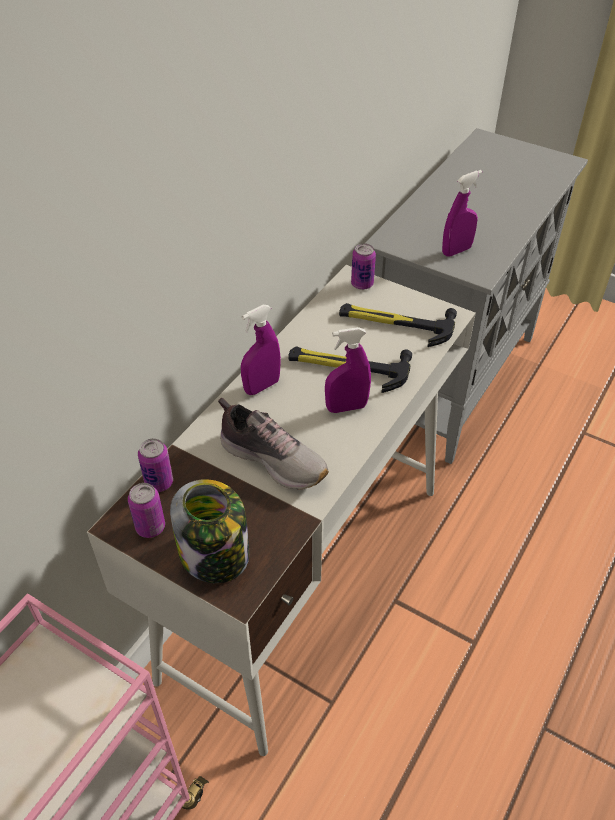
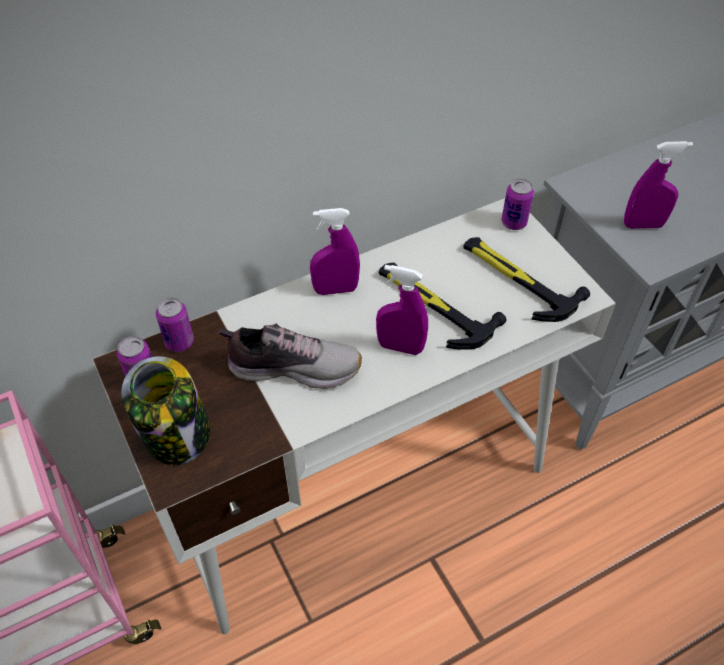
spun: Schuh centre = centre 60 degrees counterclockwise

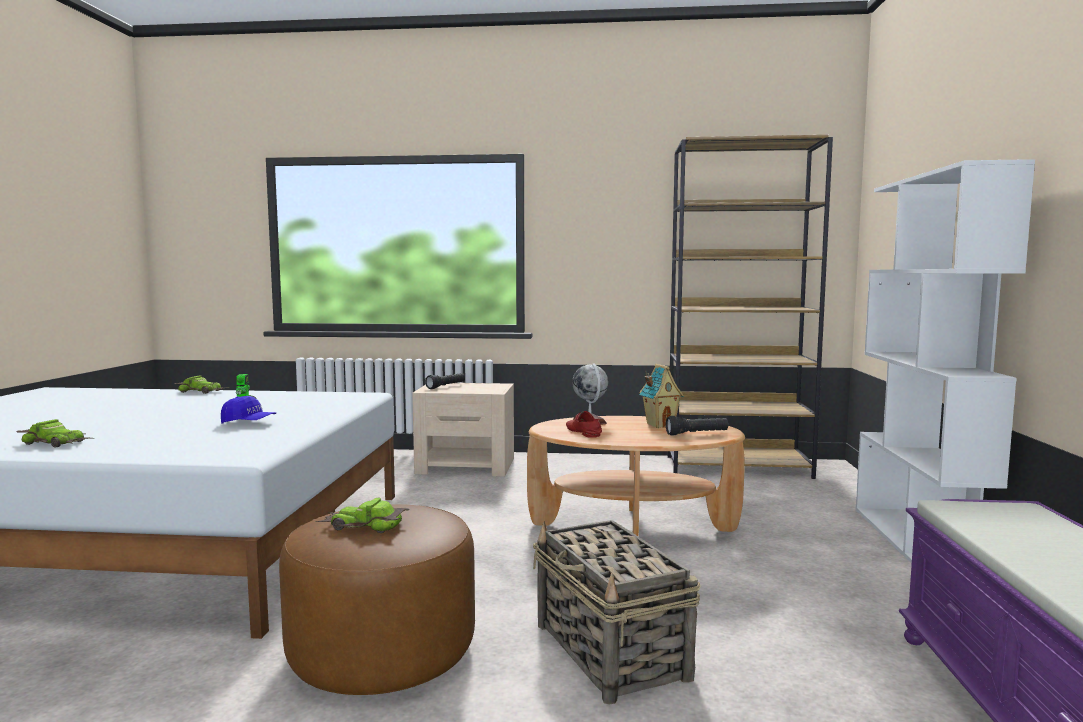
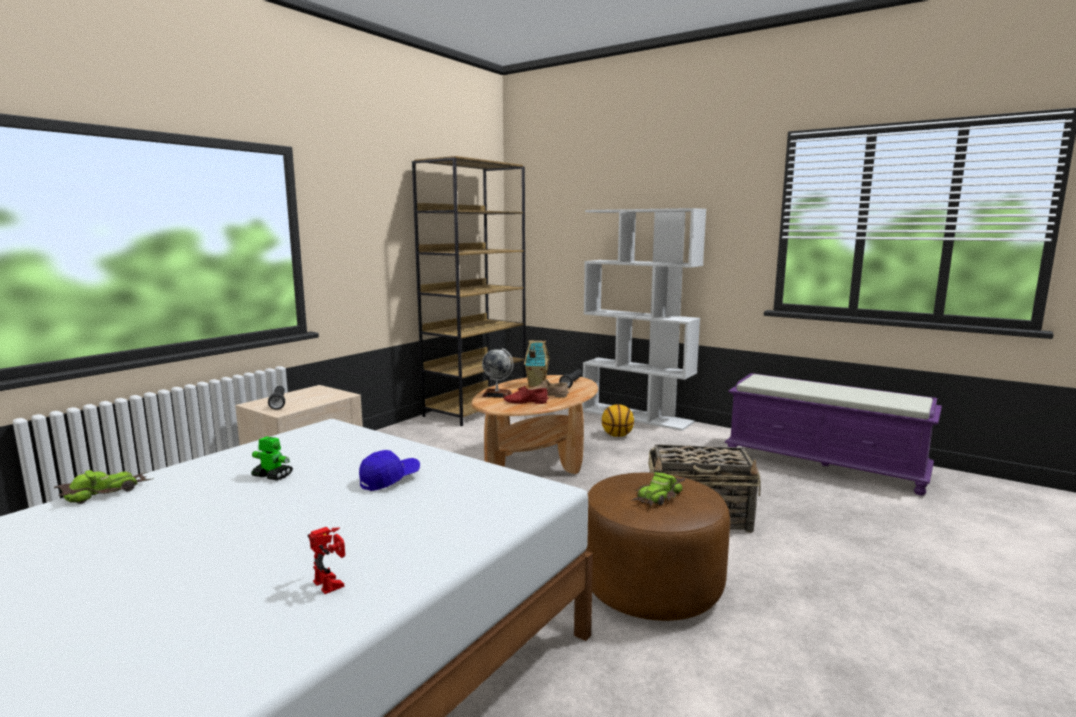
appeared: Schuh/beige centre; Basketball centre
exchanged: Spielzeugauto (no. 1 from left) middle left to Spielzeugroboter (no. 2 from left) bottom left

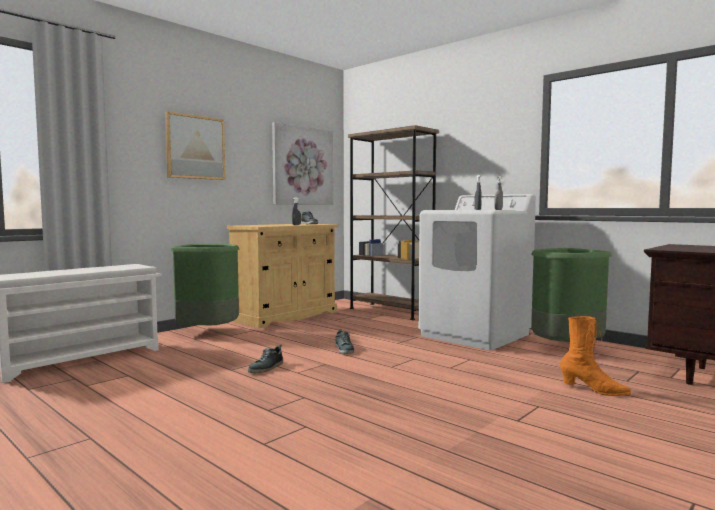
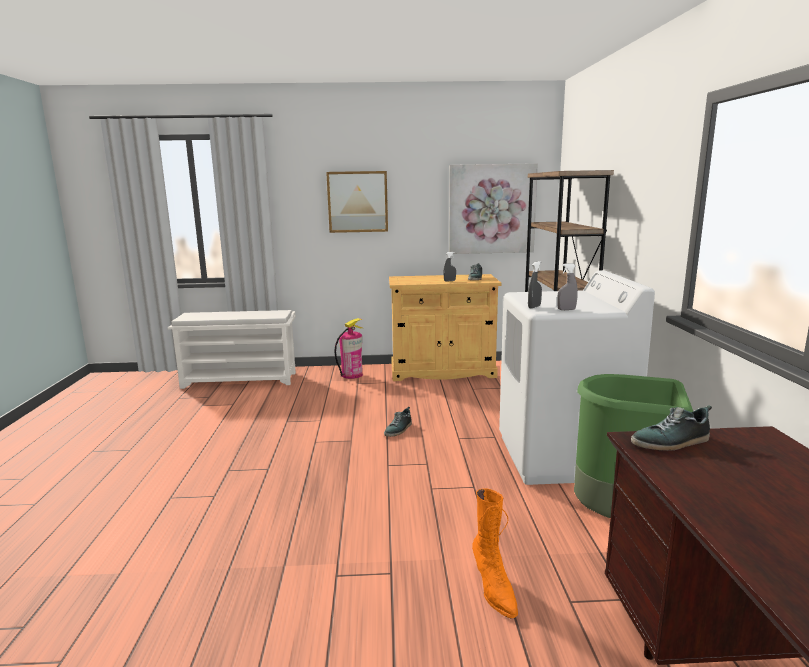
relocated: Schuh (no. 1 from left in the first image) bottom centre to Schuh (no. 3 from left) middle right
exchanged: Mülleimer/grün (no. 1 from left) middle left to Feuerlöscher centre

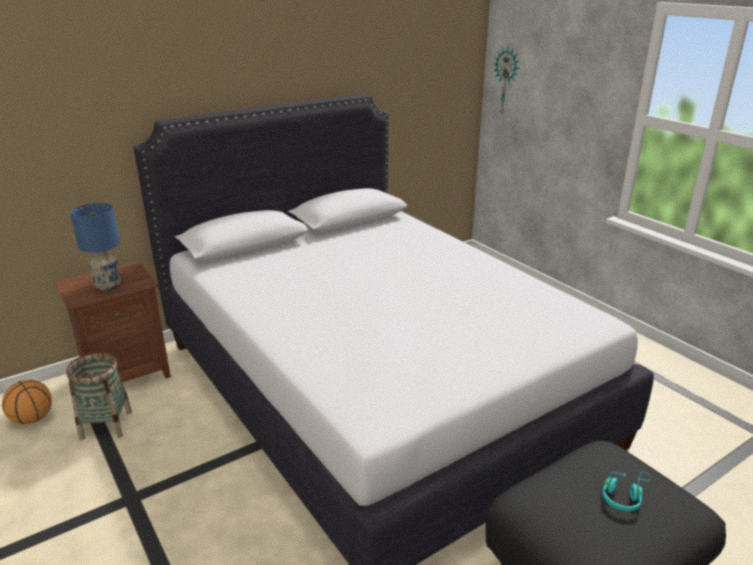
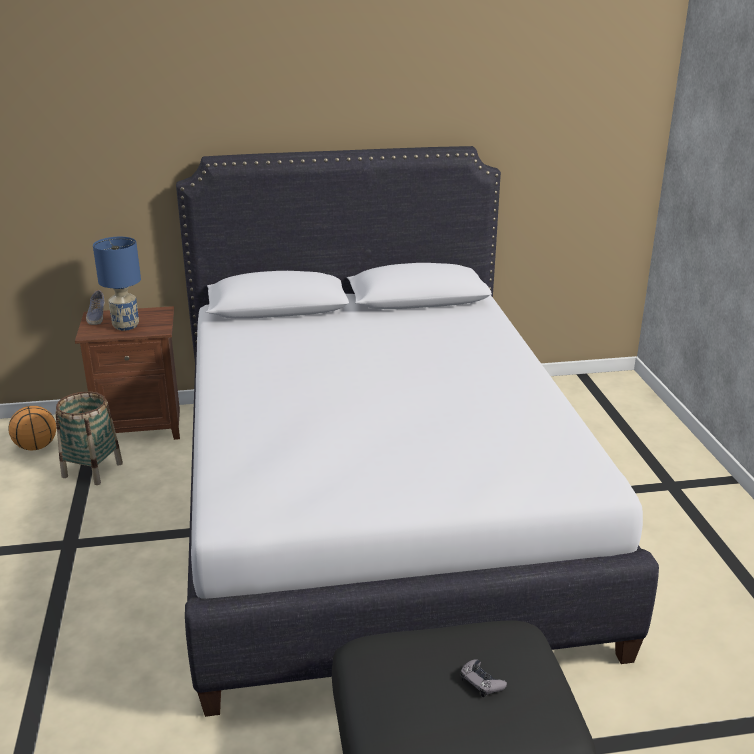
missing: Wanduhr top right
appeared: Schuh middle left
exchanged: Kopfhörer/türkis bottom right to Gamepad/grau bottom centre

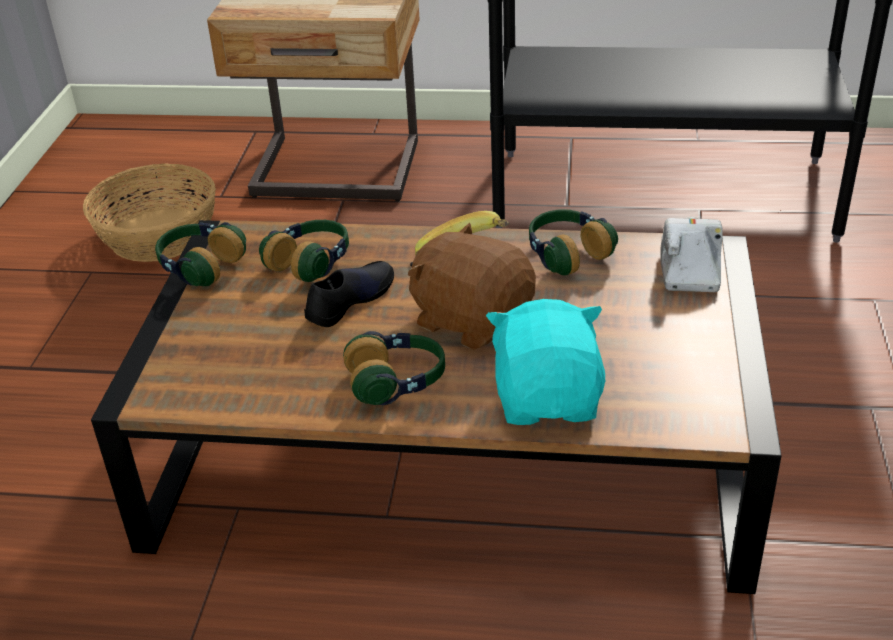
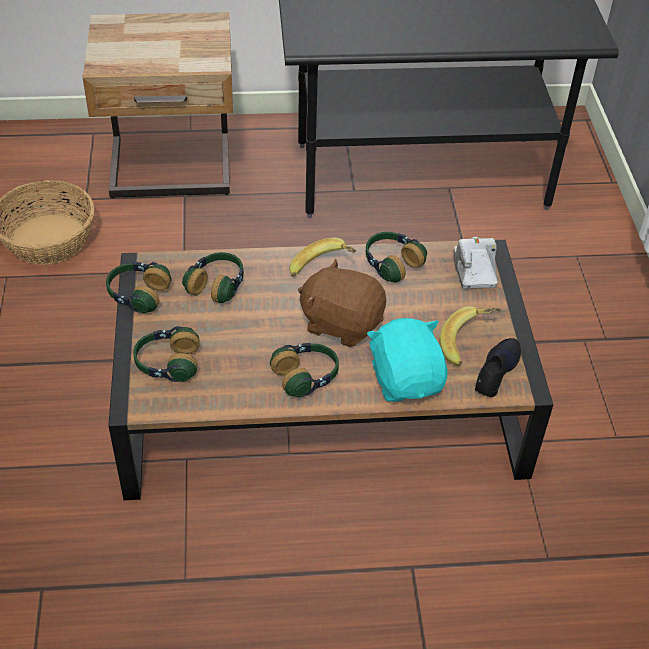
appeared: Kopfhörer (no. 2 from left) middle left; Banane (no. 2 from left) middle right
relocated: Schuh/schwarz centre to middle right

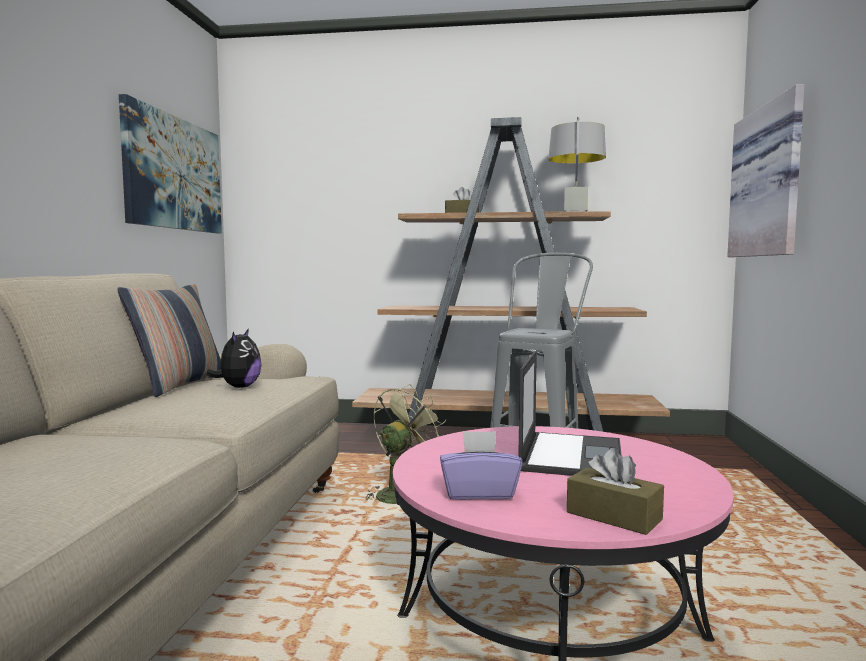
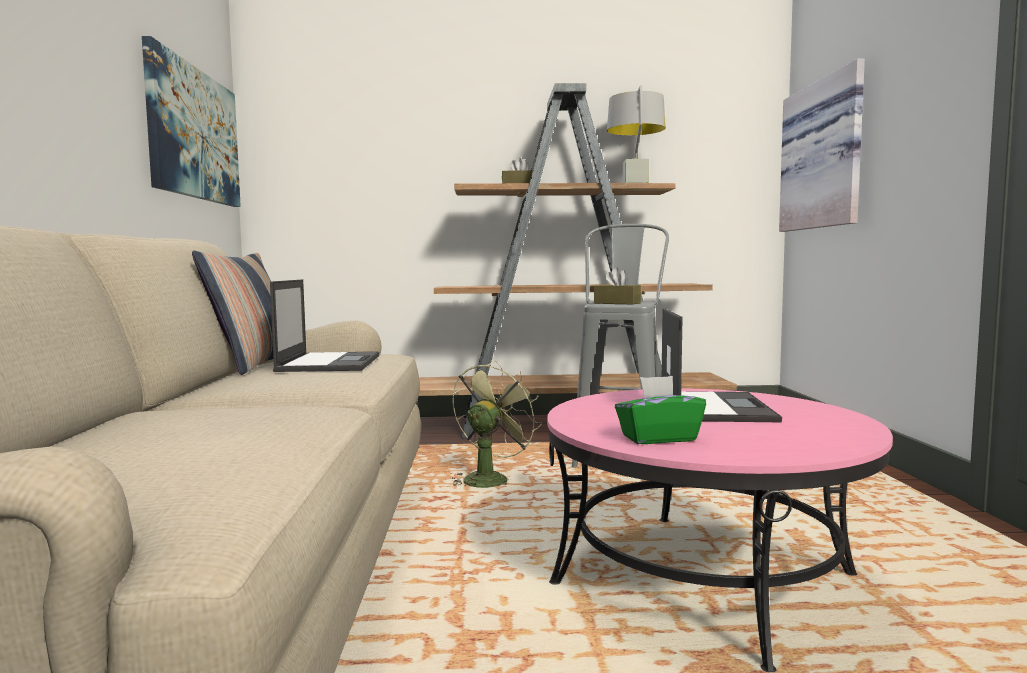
relocated: Taschentuchbox/braun (no. 2 from left) bottom right to centre
exchanged: Plüschtier middle left to Laptop (no. 1 from left) middle left
colour: Taschentuchbox/lila bottom centre to Taschentuchbox/grün centre

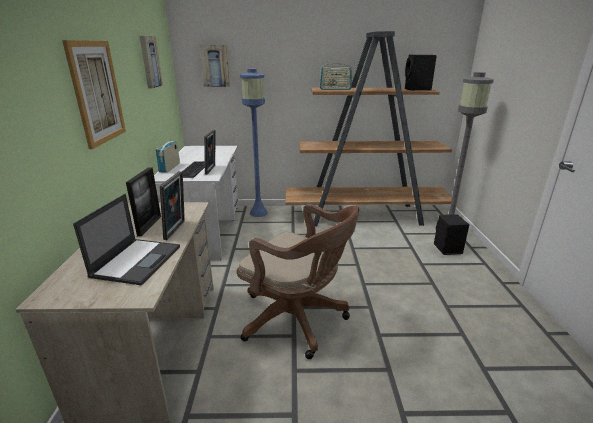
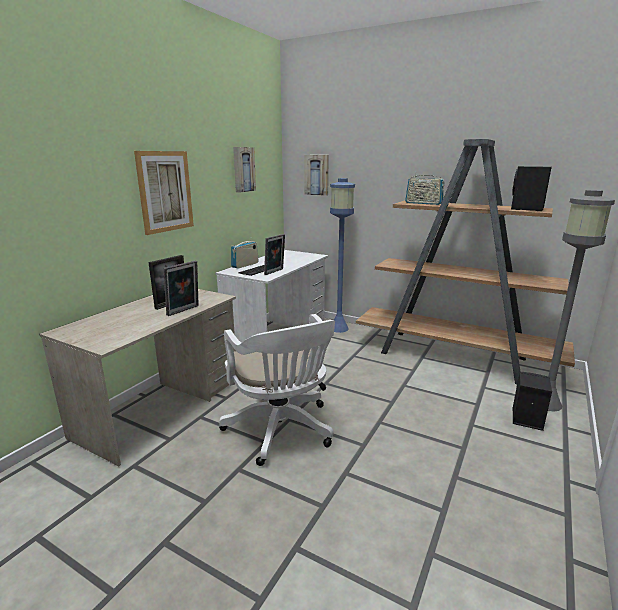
missing: Laptop middle left
colour: Bürostuhl/braun centre to Bürostuhl/weiß centre

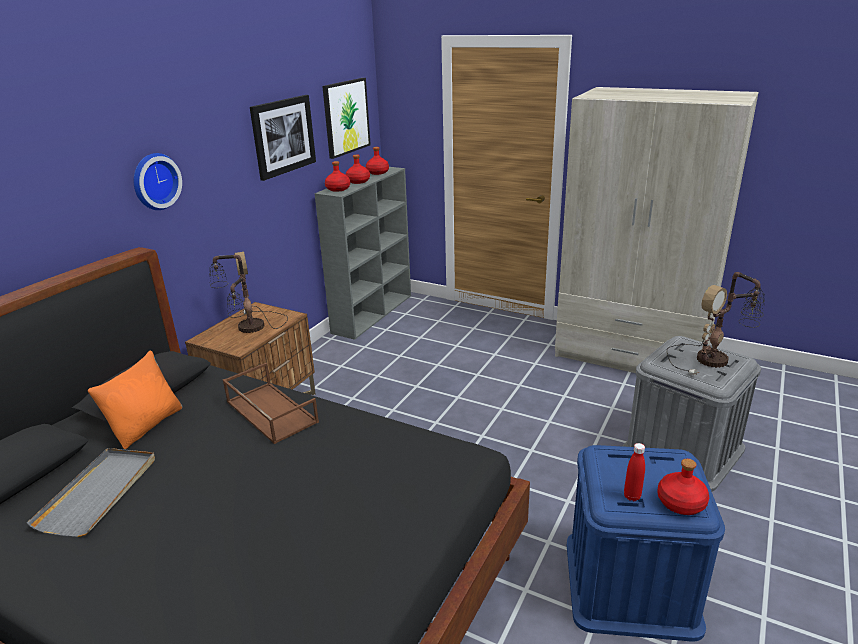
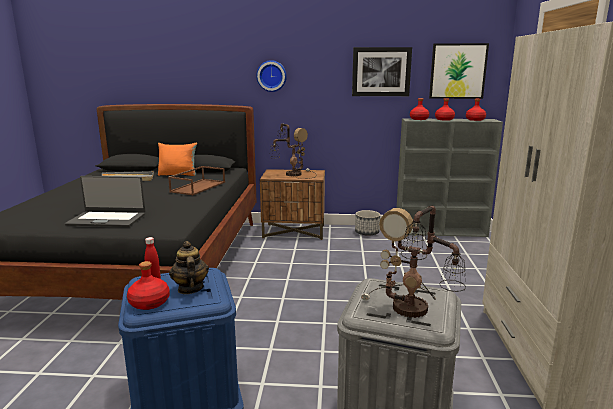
appeared: Laptop middle left; Teekanne middle left; Pflanzkübel centre

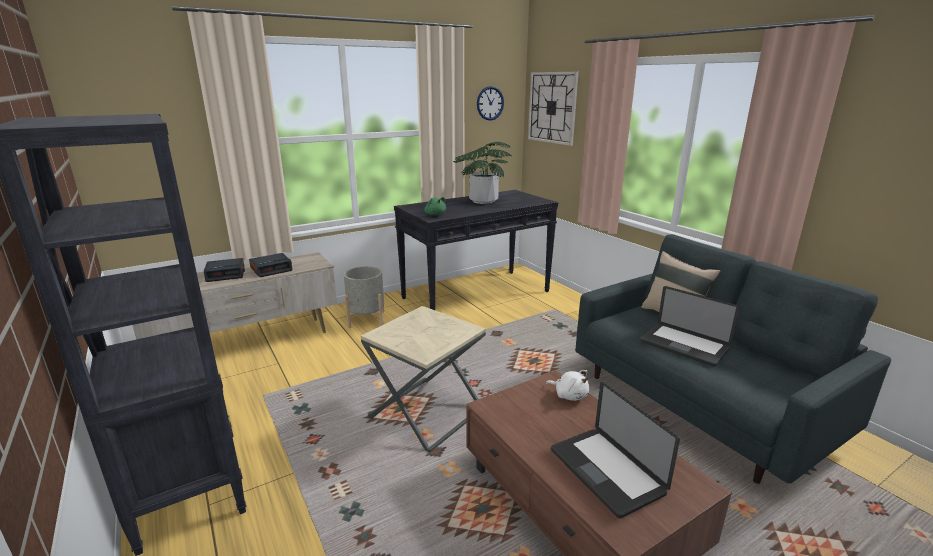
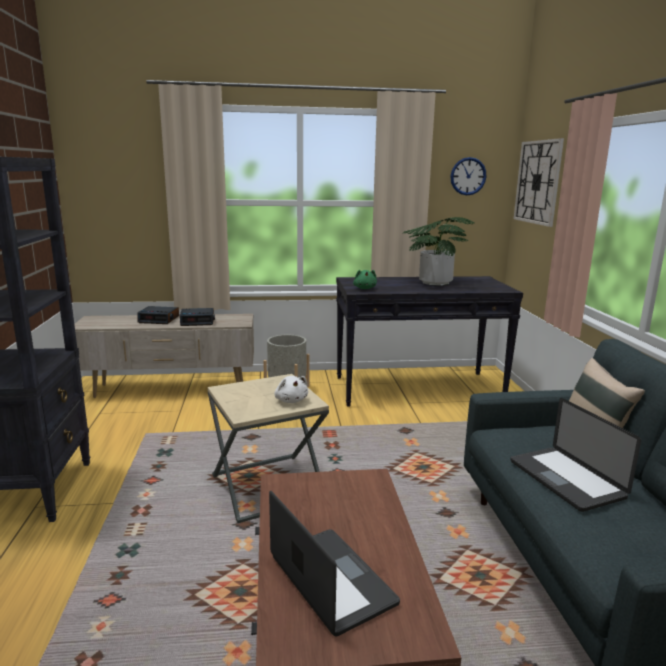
relocated: Plüschtier/weiß bottom centre to centre
spun: Laptop (no. 1 from left) bottom centre = bottom centre 150 degrees clockwise

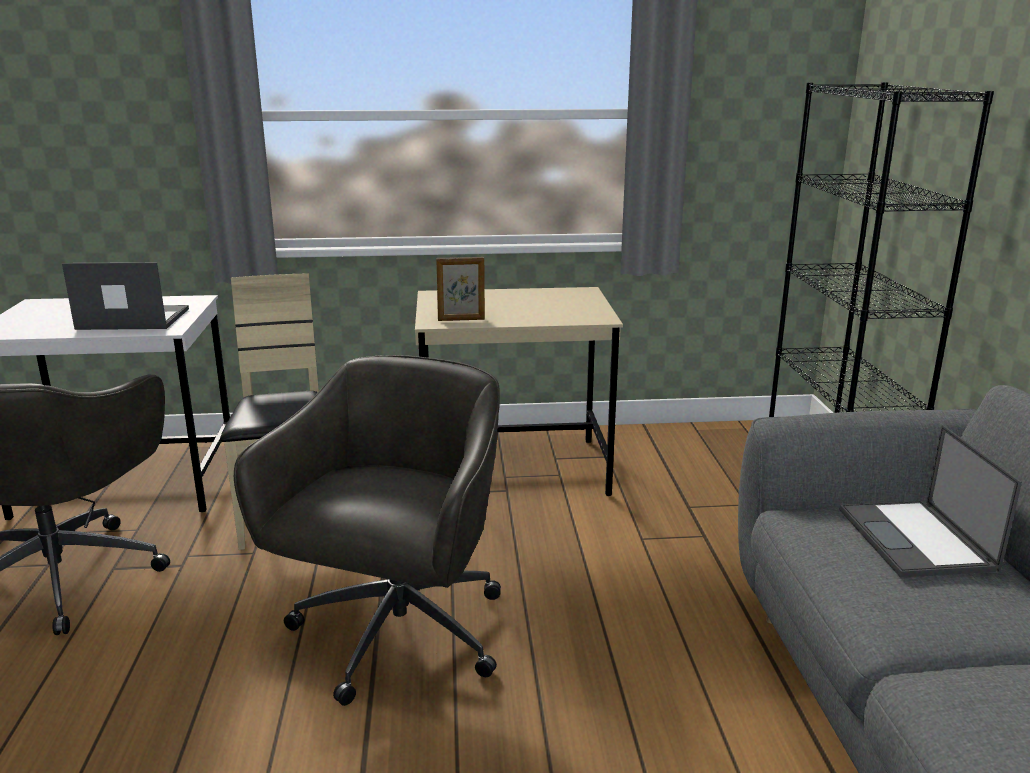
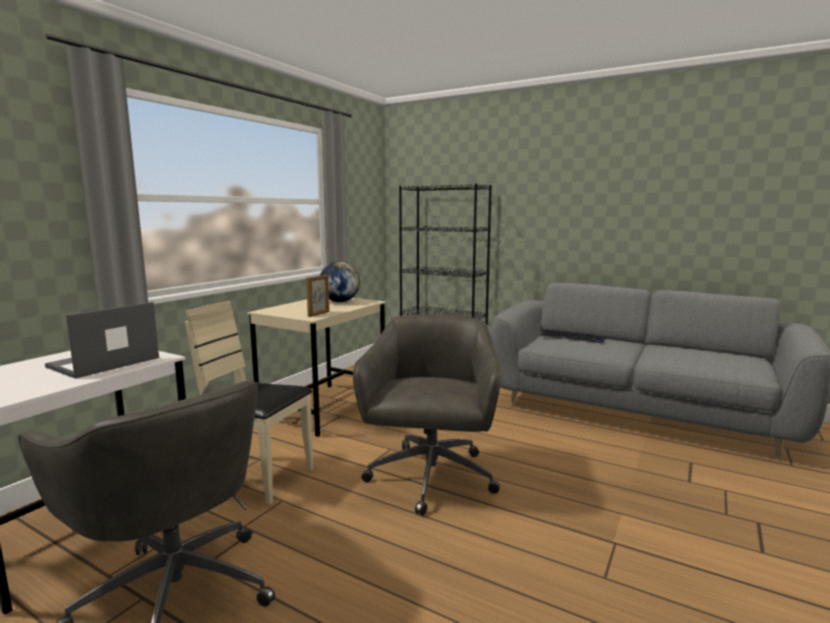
appeared: Globus centre
exchanged: Laptop (no. 2 from left) middle right to Tastatur middle right
spun: Bürostuhl/grau (no. 2 from left) bottom centre = centre 45 degrees clockwise

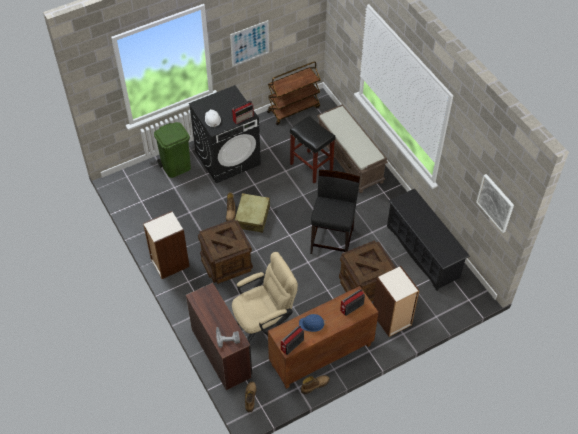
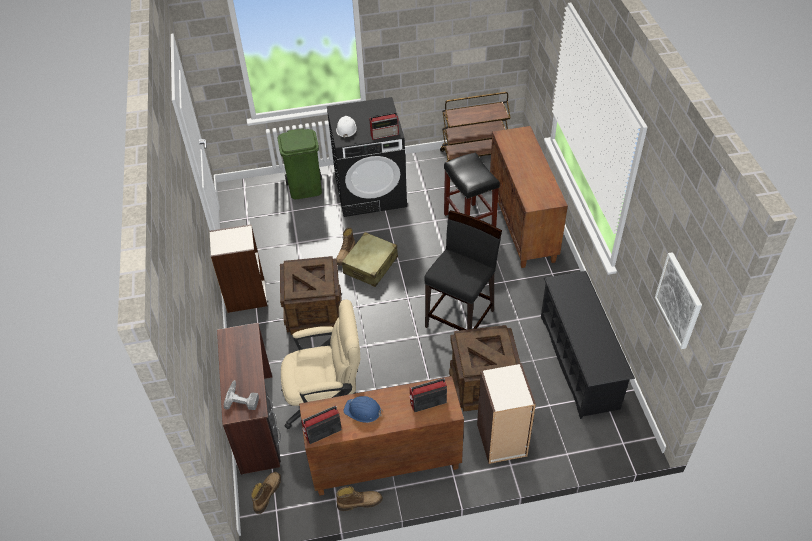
missing: Bild (no. 1 from left) top centre
exchanged: Bank/braun centre to Schrank/braun (no. 2 from left) centre

